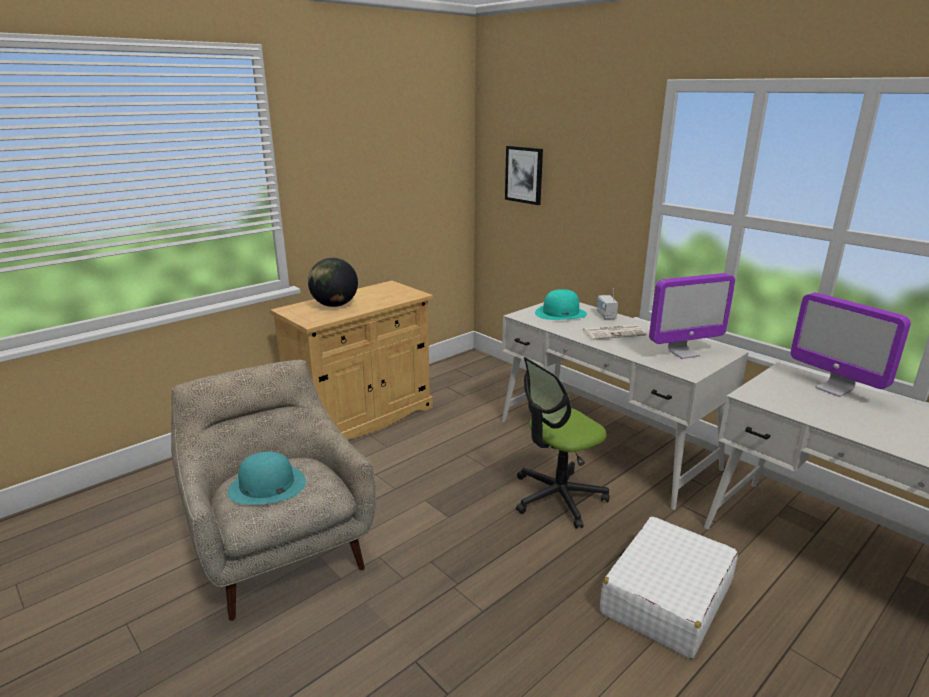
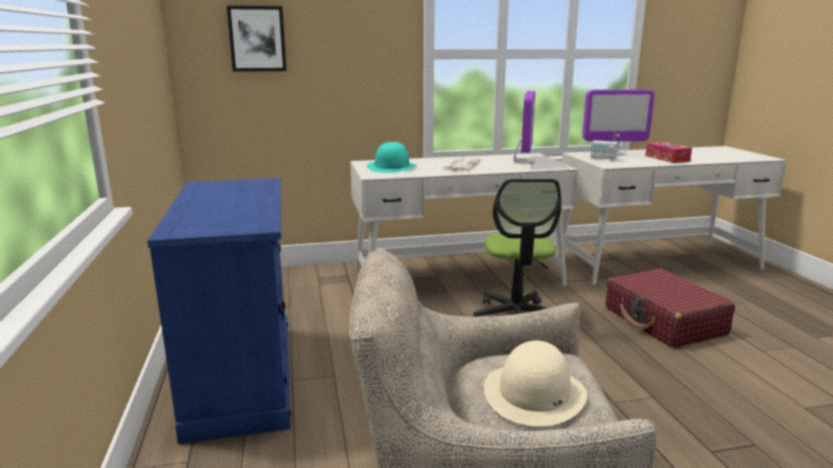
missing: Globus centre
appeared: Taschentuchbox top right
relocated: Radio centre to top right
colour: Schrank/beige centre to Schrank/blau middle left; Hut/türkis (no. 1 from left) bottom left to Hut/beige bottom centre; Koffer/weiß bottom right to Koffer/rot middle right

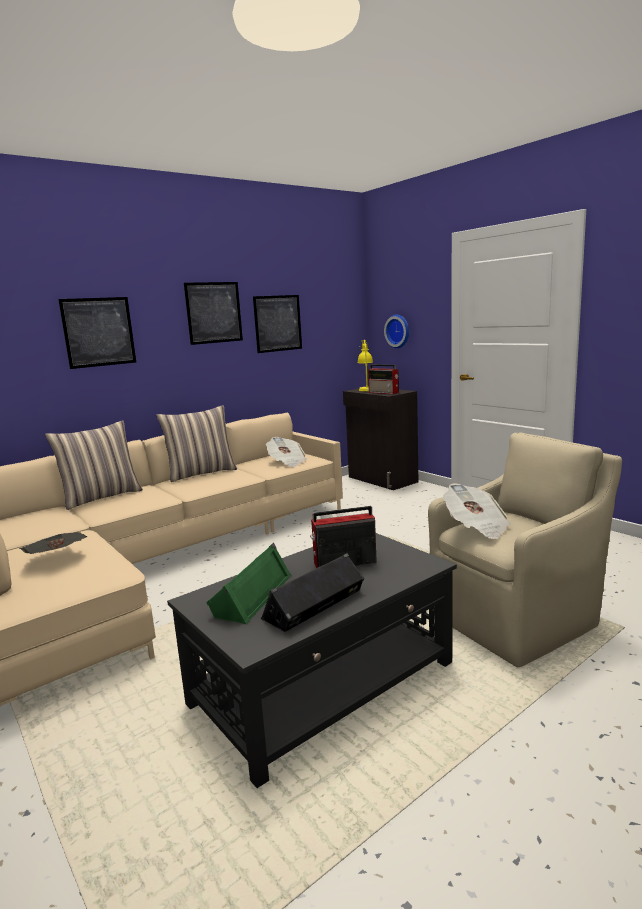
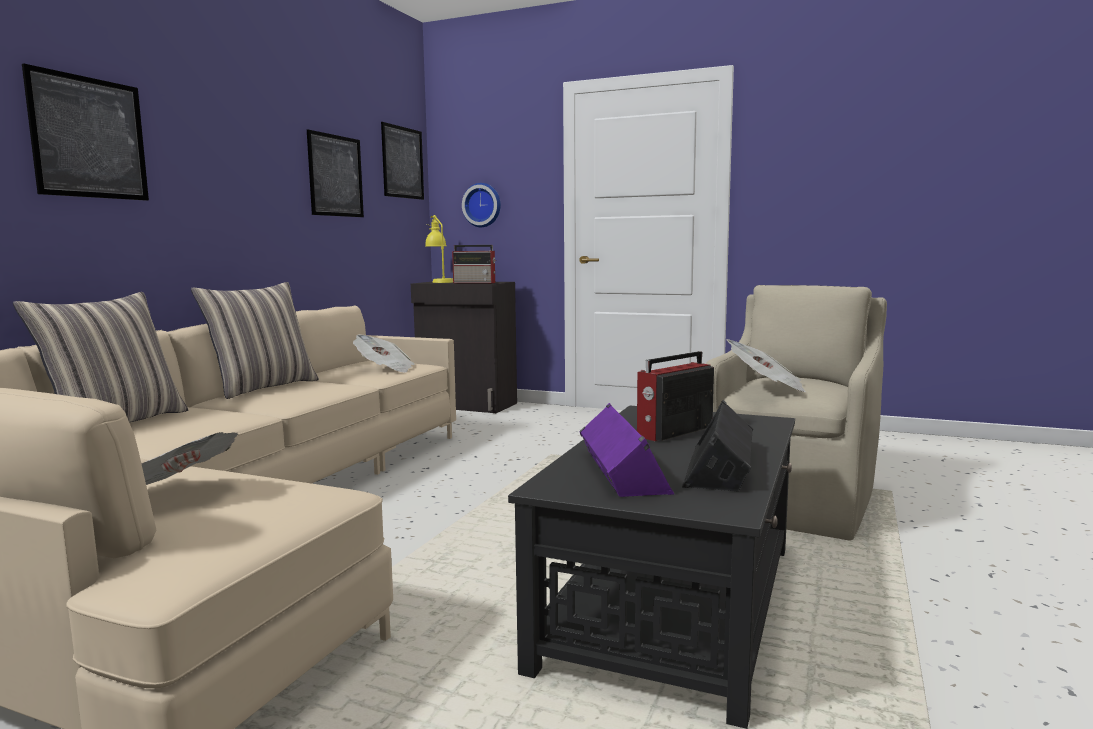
relocated: Bild (no. 2 from left in the first image) middle left to Bild (no. 3 from left) top centre
colour: Lautsprecher/grün centre to Lautsprecher/lila centre

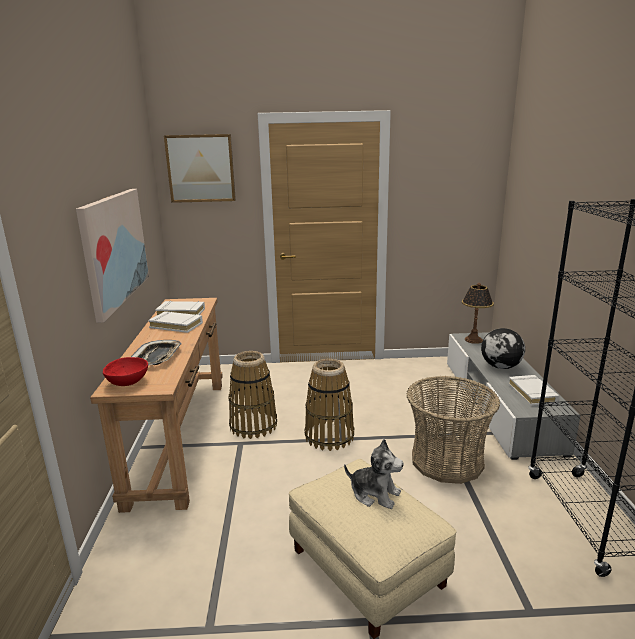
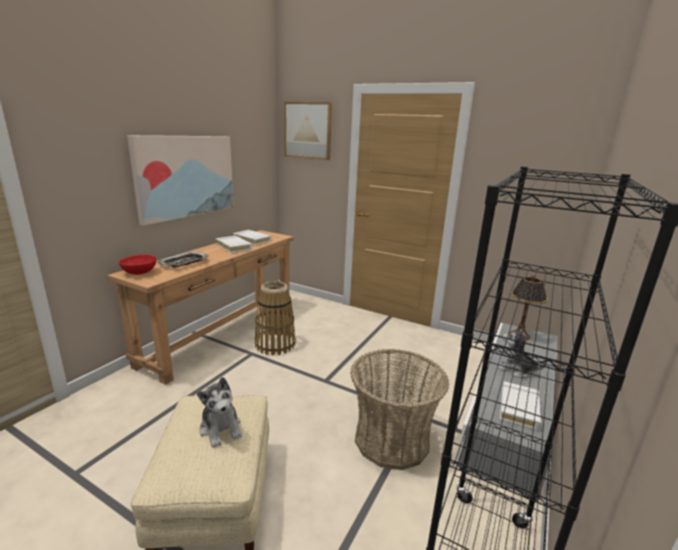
missing: Korb (no. 2 from left) centre
exchanged: Globus middle right to Plüschtier (no. 2 from left) middle right

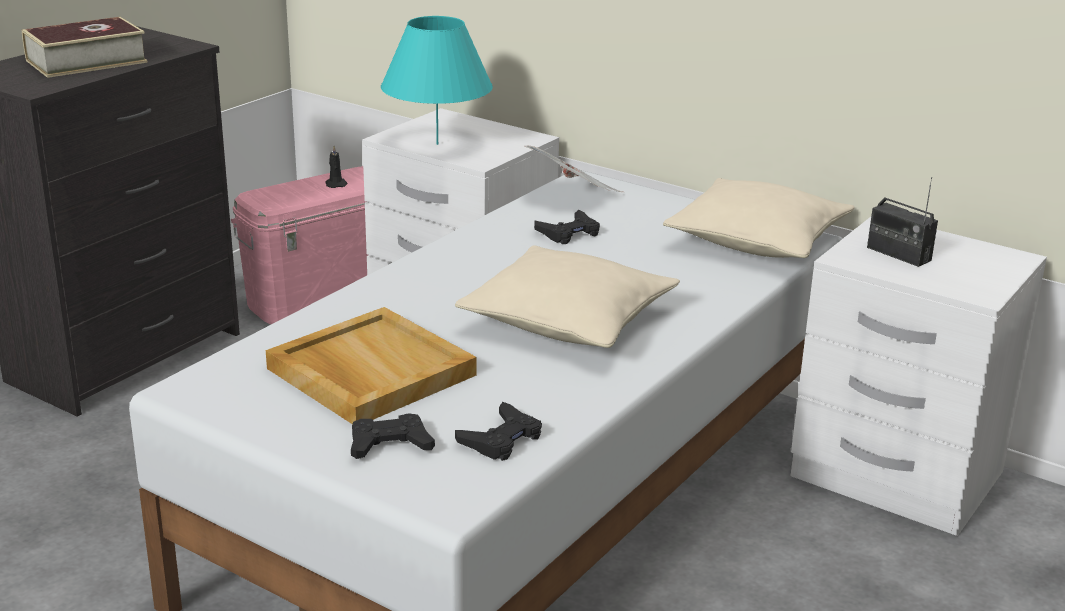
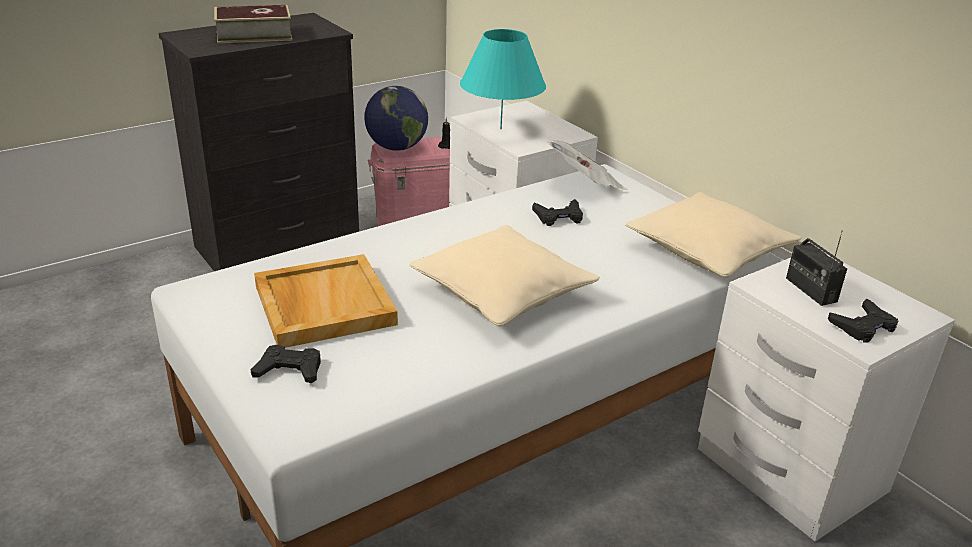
appeared: Globus top centre
relocated: Gamepad/schwarz (no. 2 from left in the first image) bottom centre to Gamepad/schwarz (no. 3 from left) middle right

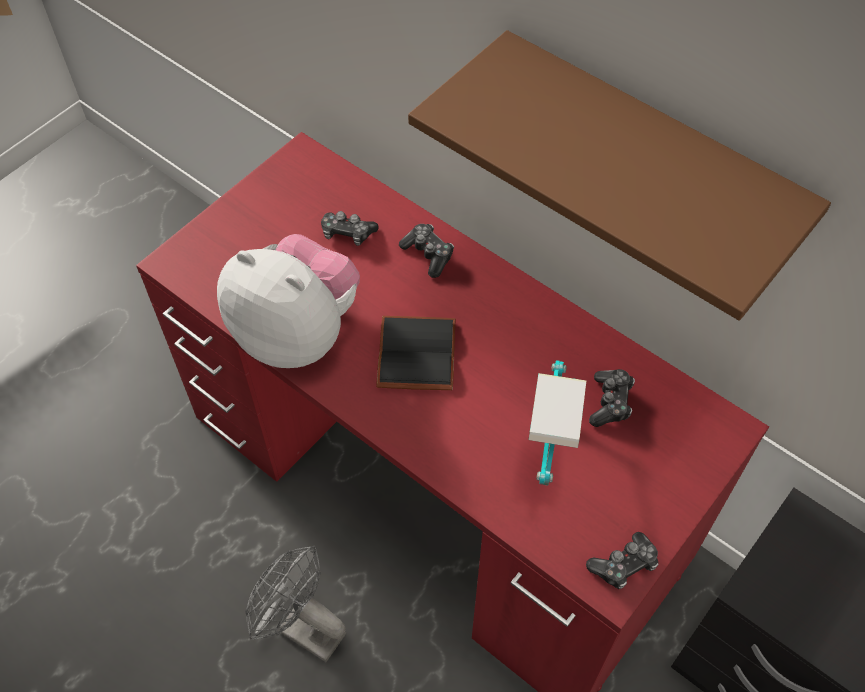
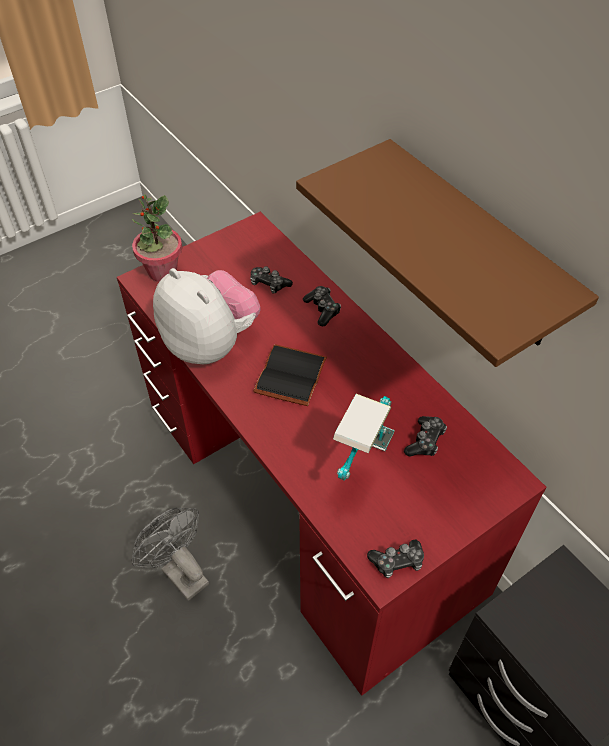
appeared: Topfpflanze top left

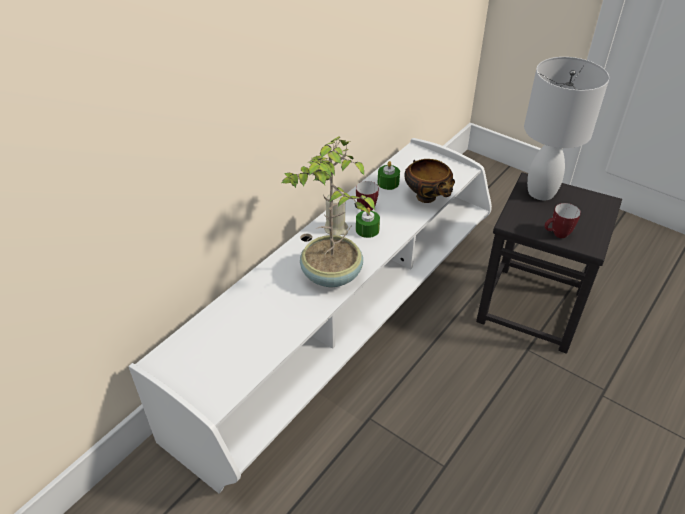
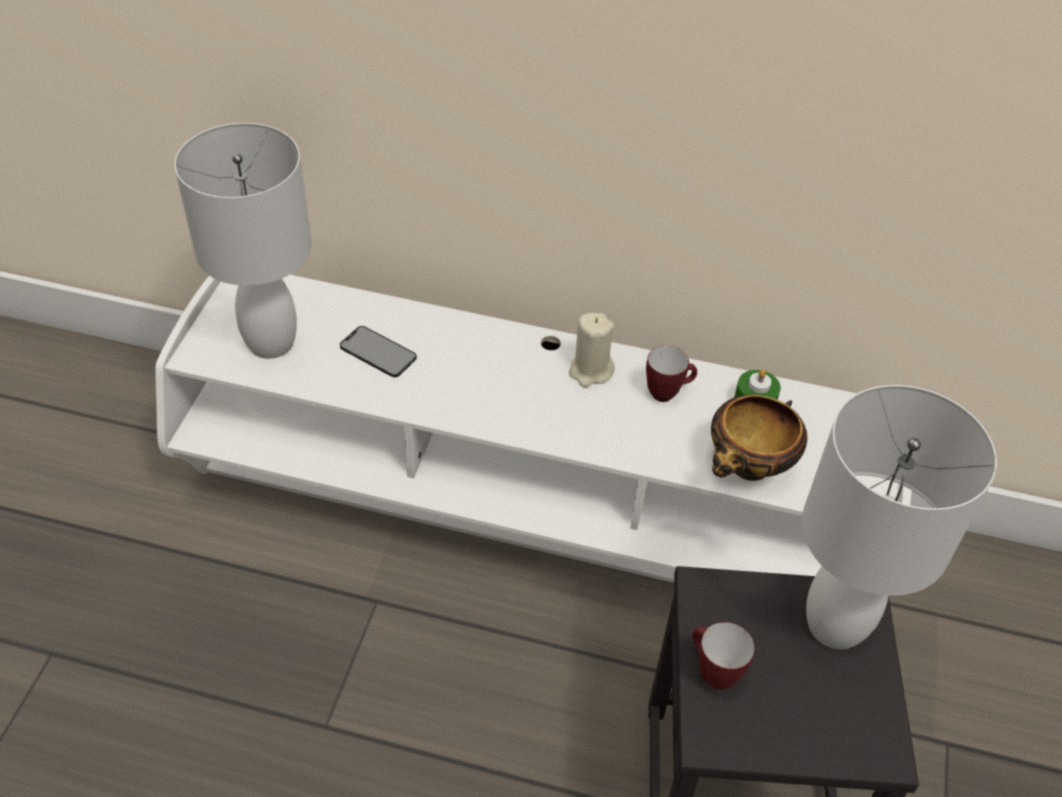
missing: Topfpflanze centre; Kerze/grün (no. 1 from left) centre
appeared: Tischlampe/weiß (no. 1 from left) top left; Handy centre

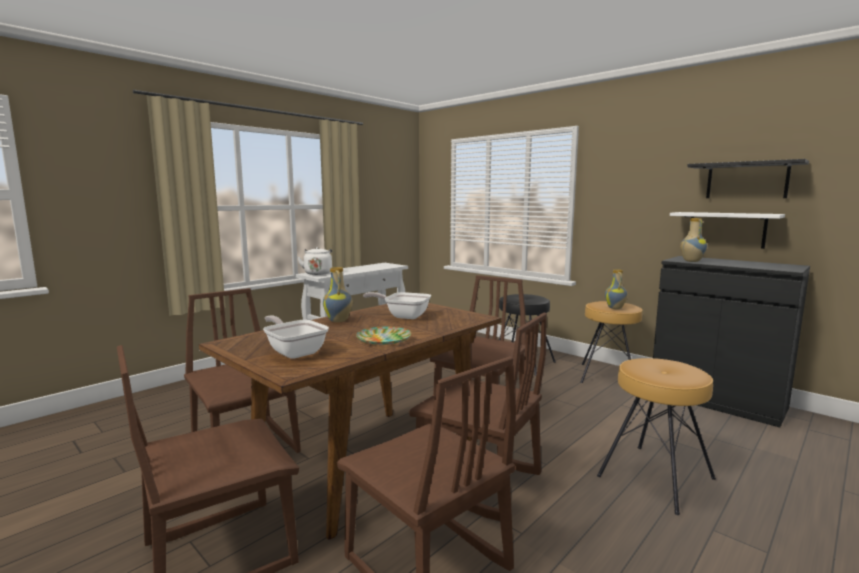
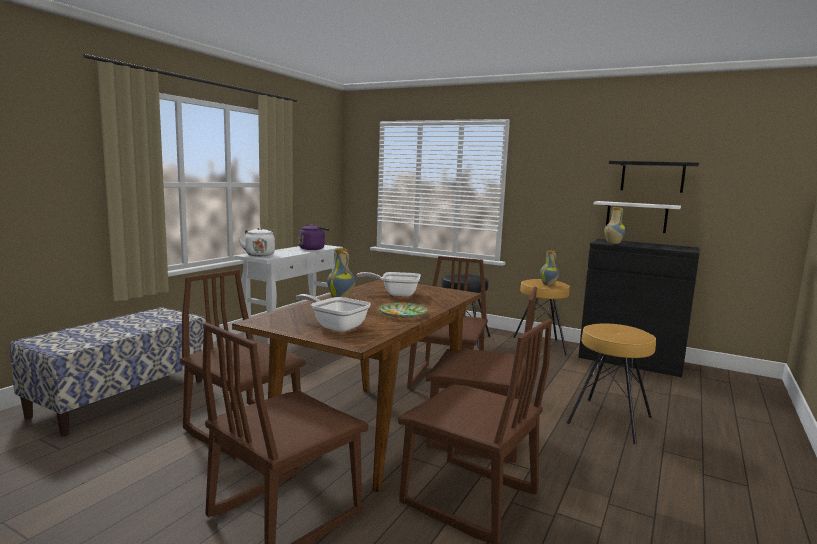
appeared: Bank bottom left; Wasserkessel/lila centre

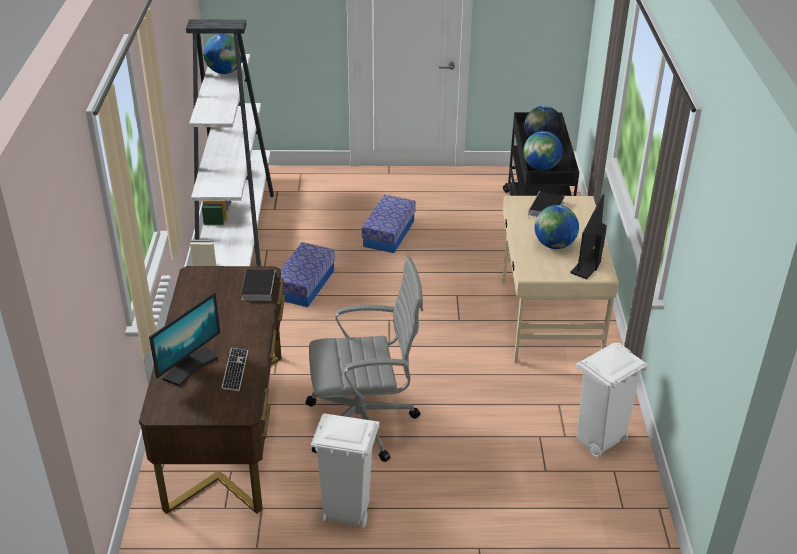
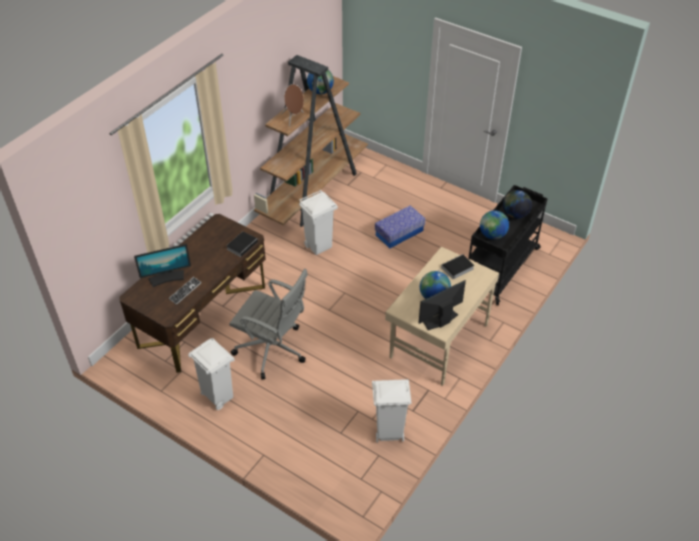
appeared: Lautsprecher/braun top centre
exchanged: Aufbewahrungsbox (no. 1 from left) centre to Mülleimer/weiß (no. 2 from left) centre
colour: Bücherregal/weiß top left to Bücherregal/braun top centre

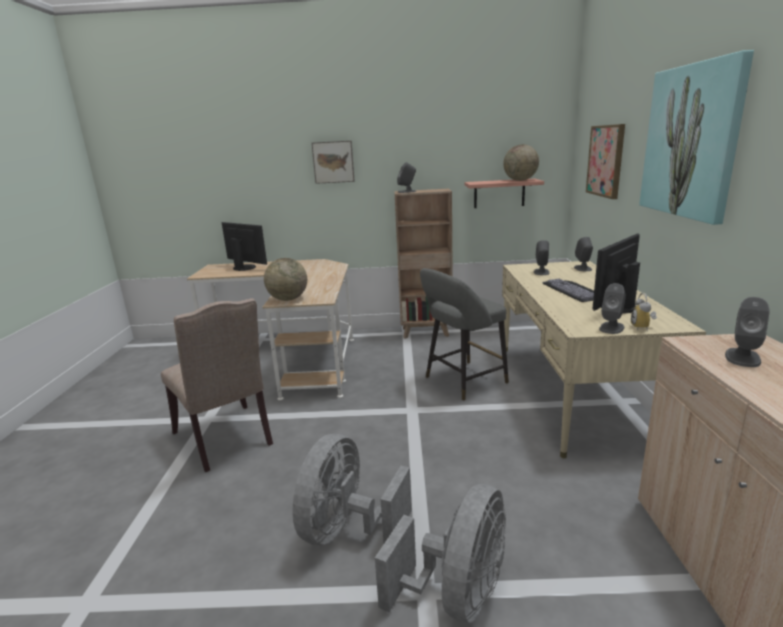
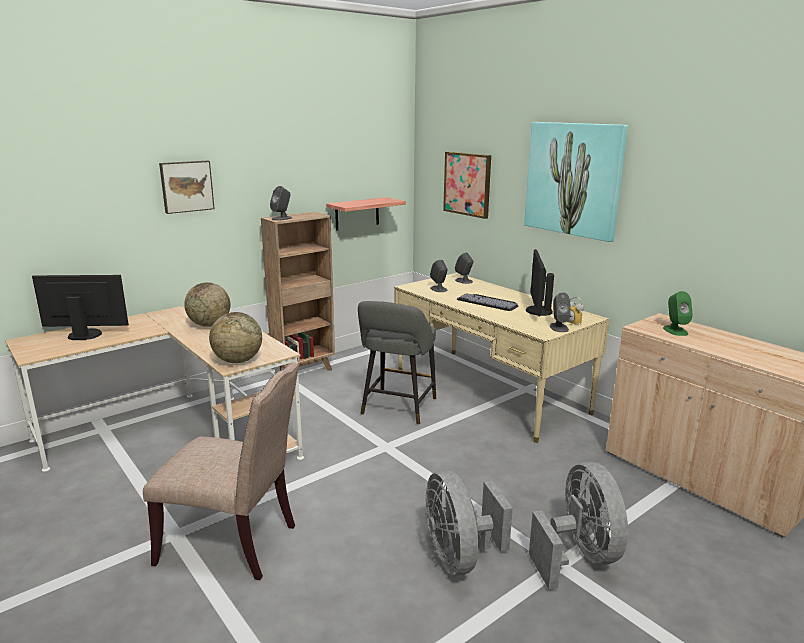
relocated: Globus (no. 2 from left in the first image) top centre to Globus (no. 1 from left) middle left
colour: Lautsprecher/grau (no. 5 from left) middle right to Lautsprecher/grün middle right

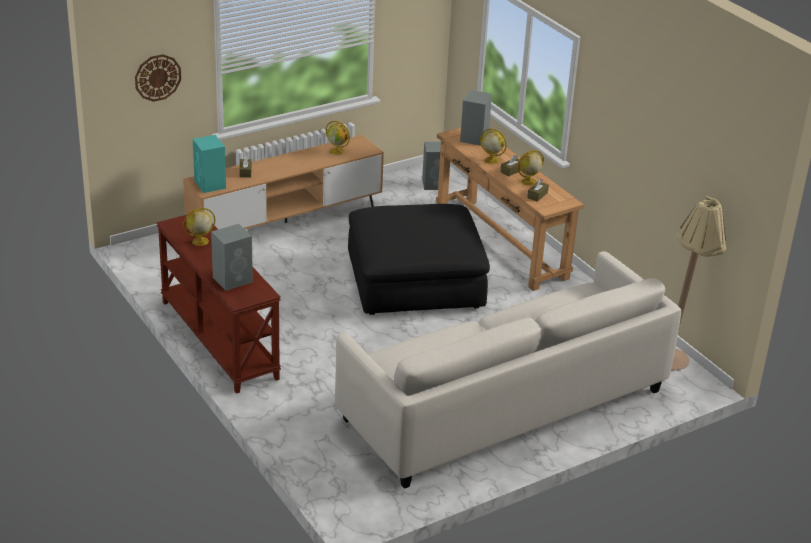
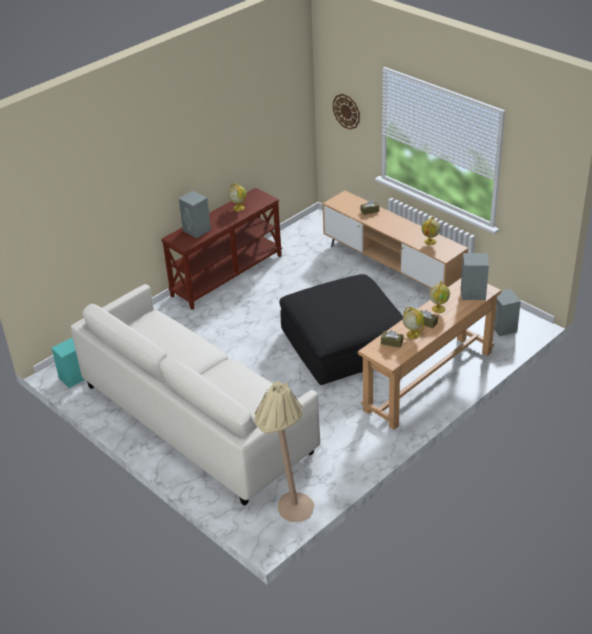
relocated: Lautsprecher/türkis top left to middle left

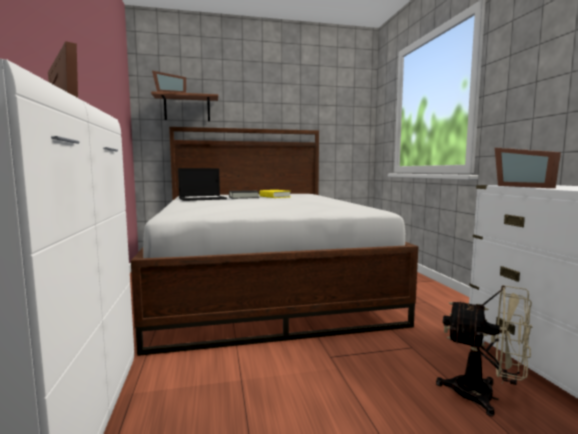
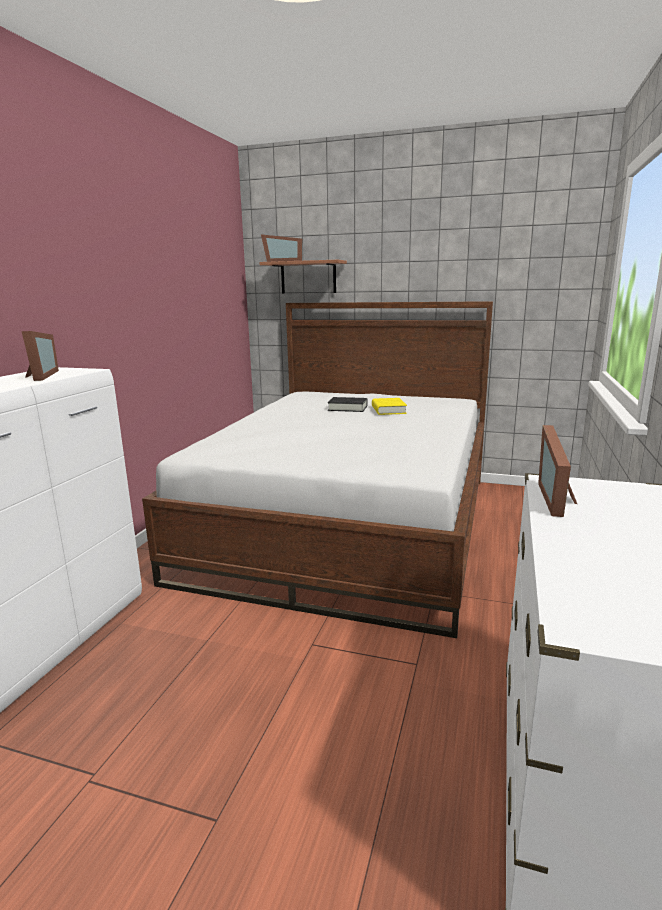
missing: Laptop centre; Ventilator/beige bottom right

